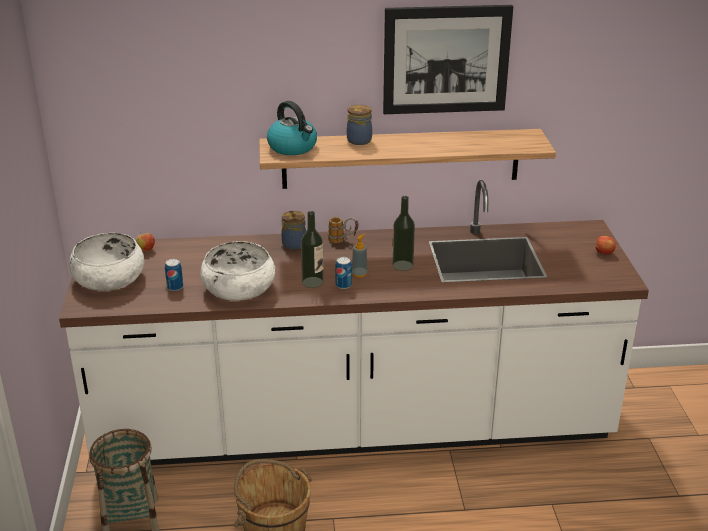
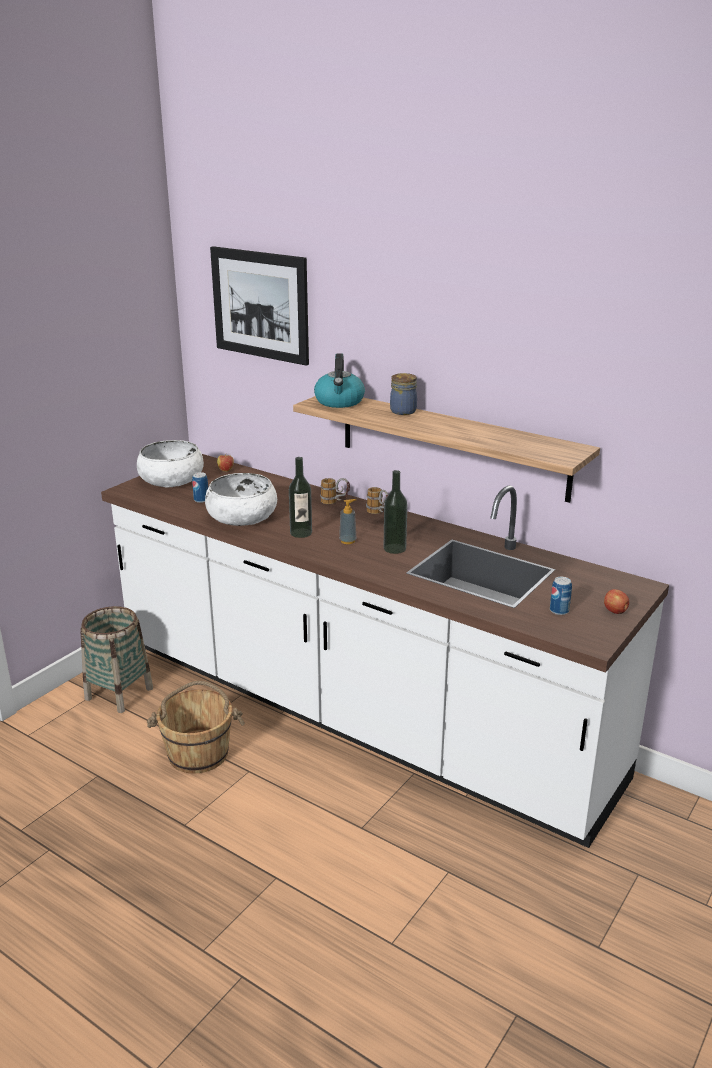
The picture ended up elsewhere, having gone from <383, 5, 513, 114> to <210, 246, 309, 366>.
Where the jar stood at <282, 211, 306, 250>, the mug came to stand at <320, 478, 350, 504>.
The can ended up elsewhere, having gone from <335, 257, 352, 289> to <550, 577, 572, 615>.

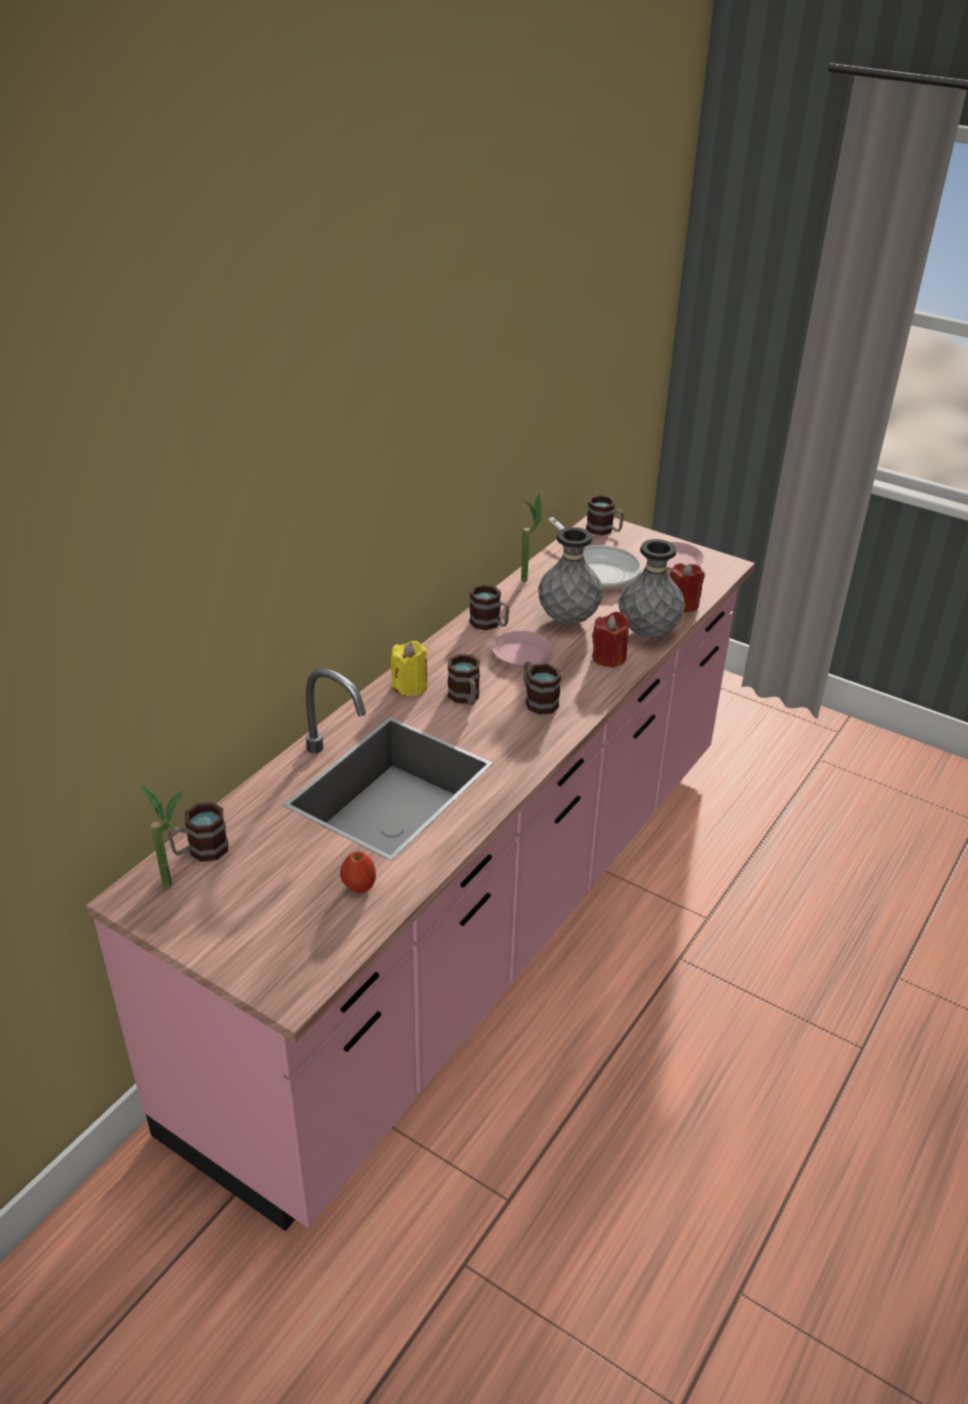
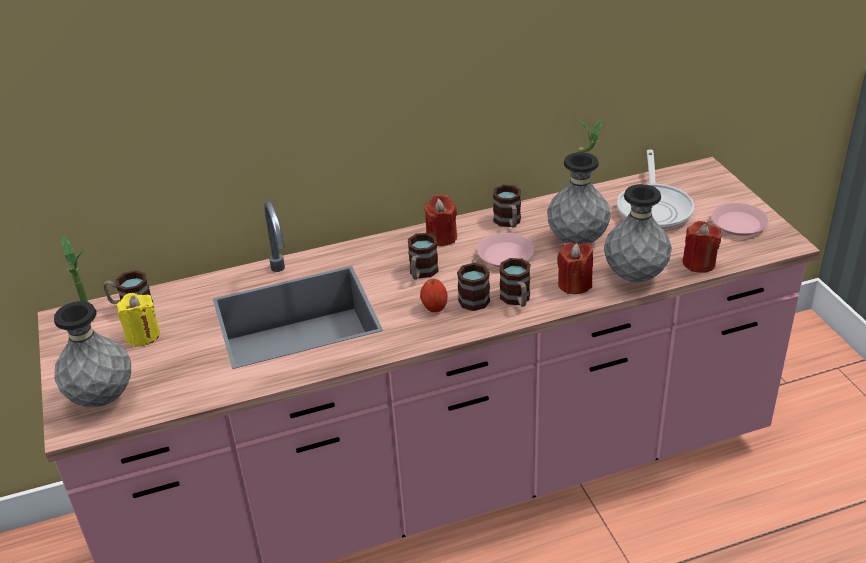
The second view gained the grey vase at <54, 301, 131, 407>.
The yellow candle ended up elsewhere, having gone from <391, 641, 428, 696> to <117, 293, 160, 347>.
The apple ended up elsewhere, having gone from <340, 852, 376, 893> to <420, 279, 448, 312>.
The second view gained the red candle at <424, 194, 457, 246>.
The mug ended up elsewhere, having gone from <586, 495, 624, 535> to <499, 258, 531, 307>.

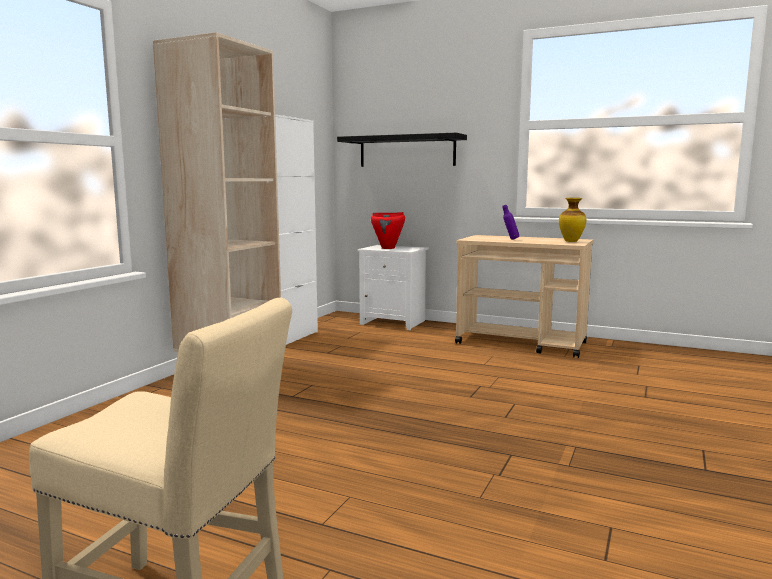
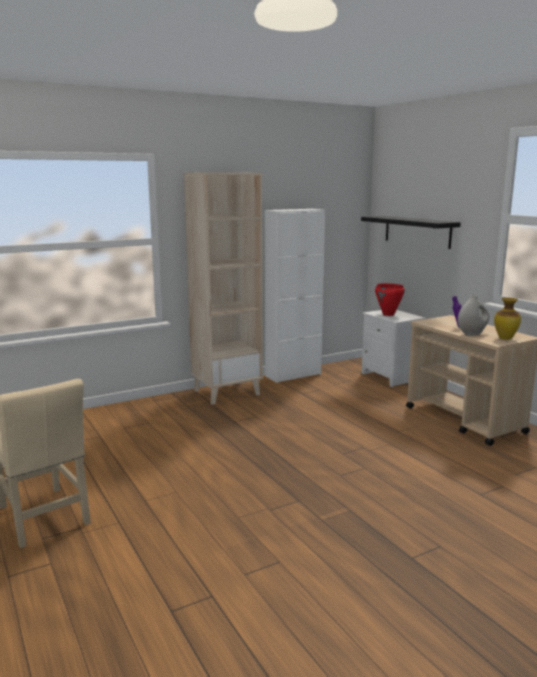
The second view gained the white vase at <458, 295, 489, 336>.

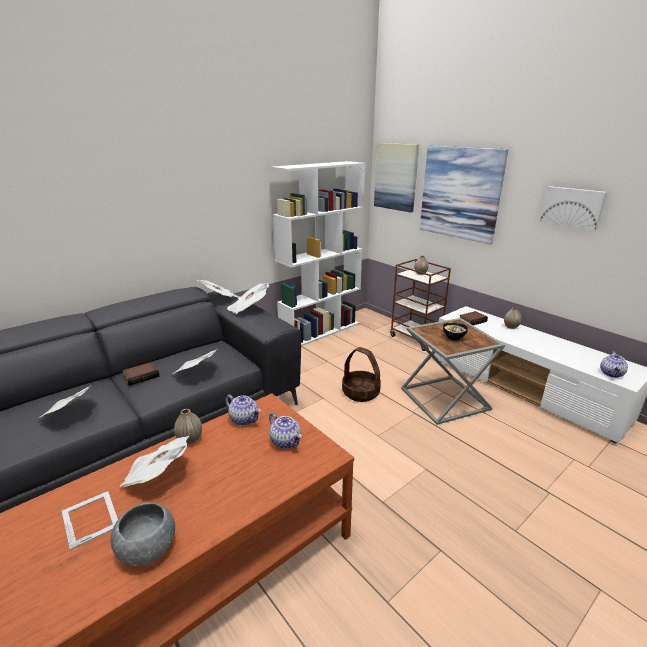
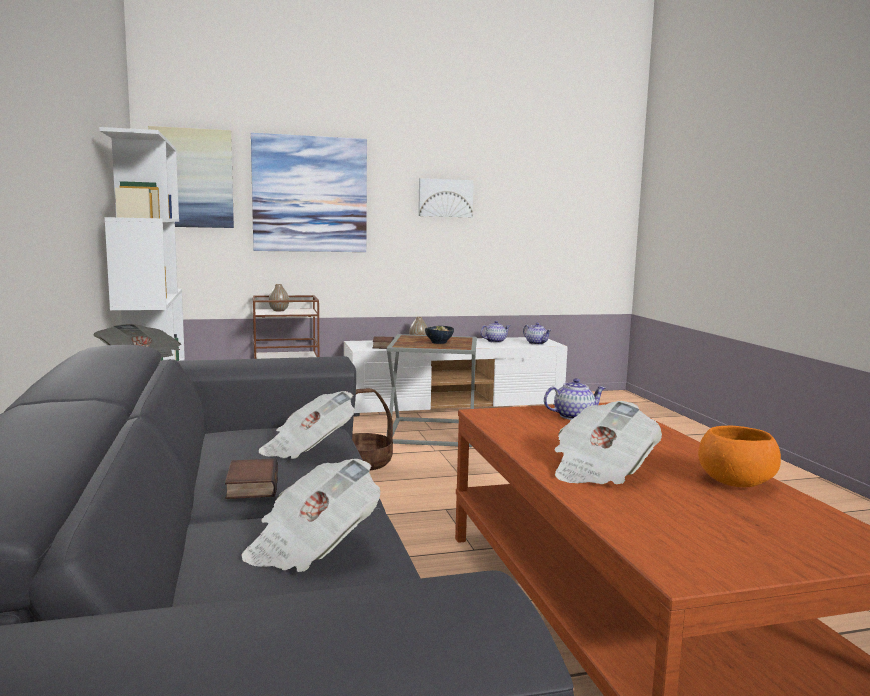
The teapot ended up elsewhere, having gone from <225, 395, 261, 426> to <480, 321, 510, 343>.
What was the grey bowl at <110, 502, 175, 566> turned into the orange bowl at <698, 426, 781, 487>.
The second view lost the picture frame at <62, 491, 118, 550>.
The second view lost the vase at <174, 409, 202, 444>.
The second view lost the newspaper at <227, 283, 269, 314>.

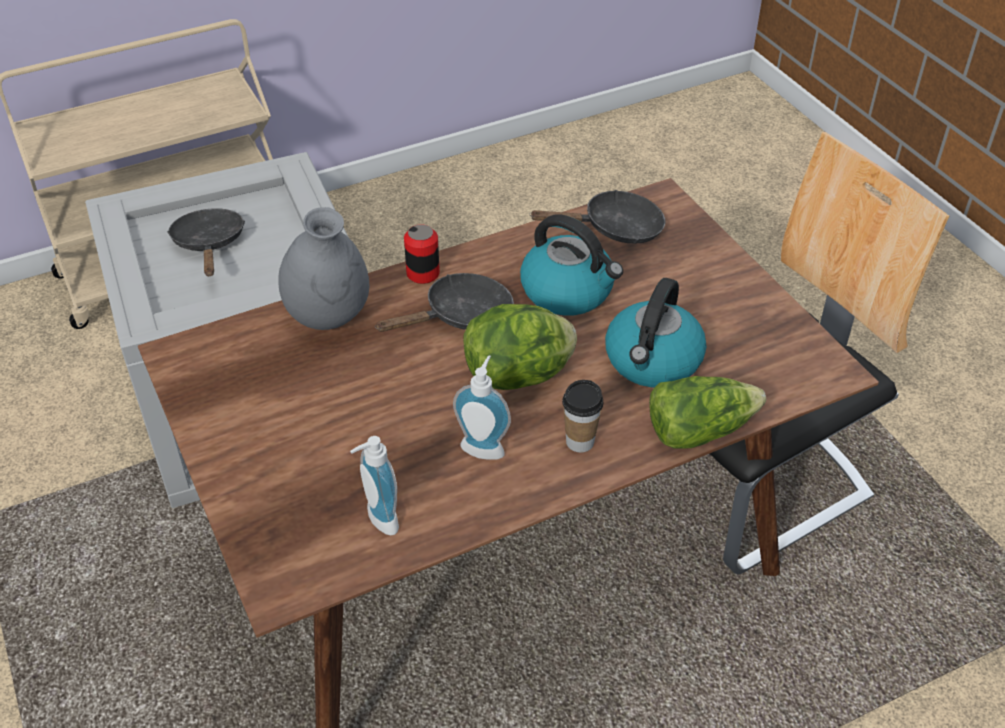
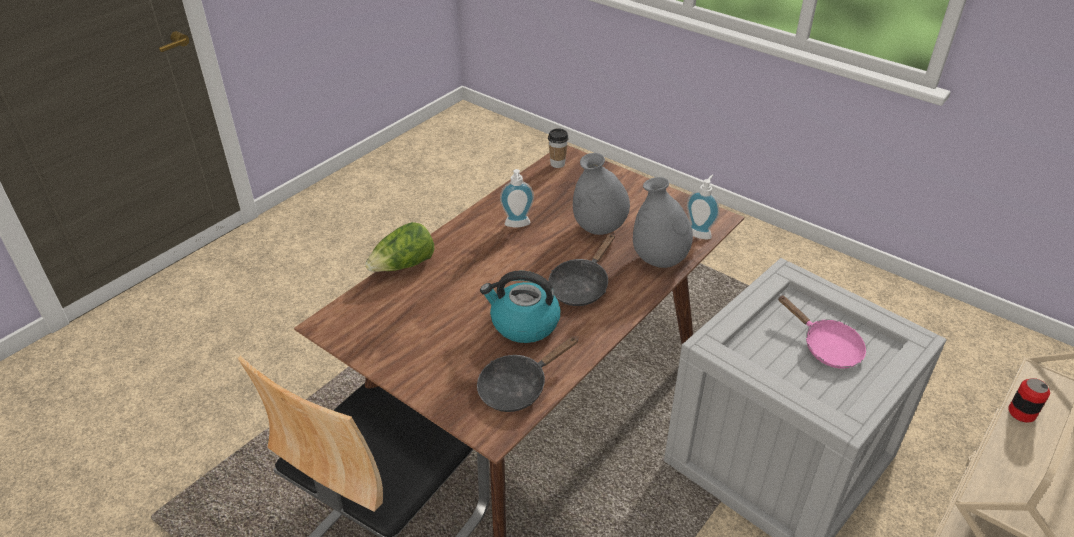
The cup ended up elsewhere, having gone from <562, 380, 603, 452> to <548, 128, 569, 168>.
The second view gained the grey vase at <573, 153, 630, 235>.
The soap dispenser ended up elsewhere, having gone from <350, 436, 399, 535> to <687, 175, 720, 240>.
What was the black frying pan at <167, 208, 245, 276> turned into the pink frying pan at <778, 295, 866, 369>.
The can ended up elsewhere, having gone from <404, 224, 440, 284> to <1008, 378, 1050, 422>.
The second view lost the lettuce at <463, 304, 577, 390>.
The second view lost the kettle at <605, 278, 706, 387>.

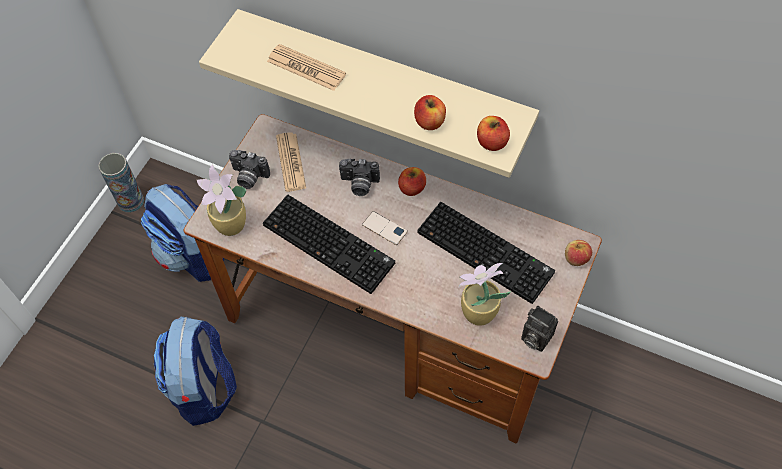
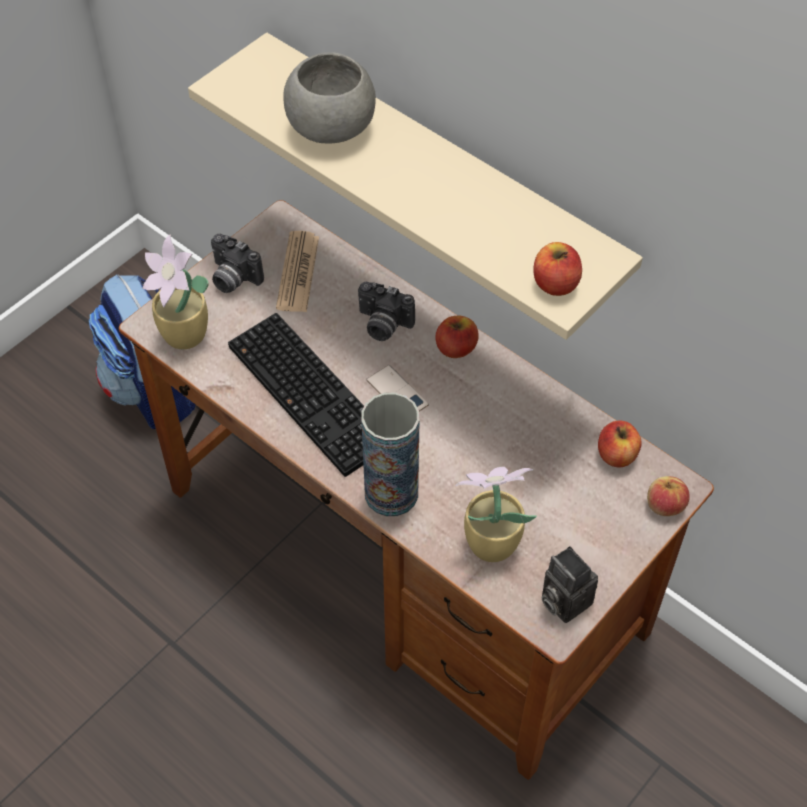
Where the newspaper stood at <267, 44, 346, 91>, the grey bowl came to stand at <283, 52, 376, 144>.
The vase ended up elsewhere, having gone from <98, 153, 144, 213> to <361, 392, 420, 517>.
The apple ended up elsewhere, having gone from <414, 95, 446, 130> to <598, 420, 642, 467>.
The second view lost the backpack at <154, 317, 237, 426>.
The second view lost the keyboard at <417, 202, 555, 304>.

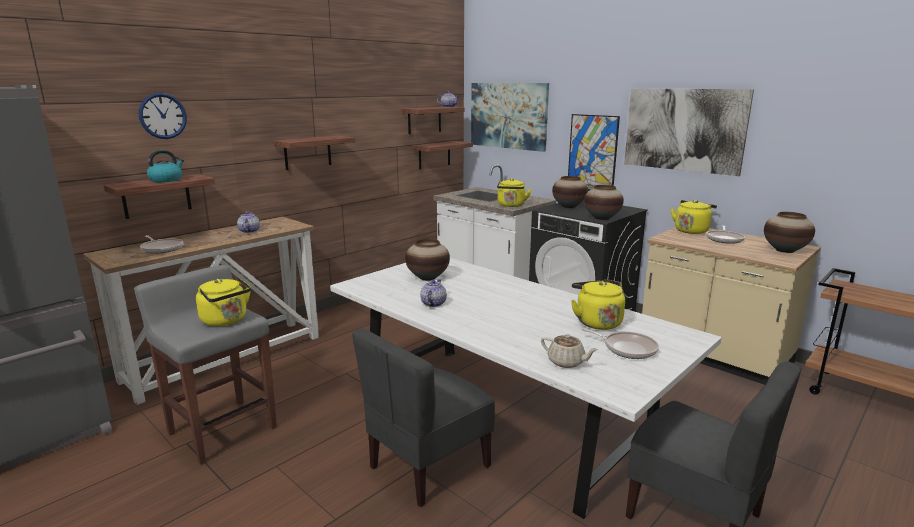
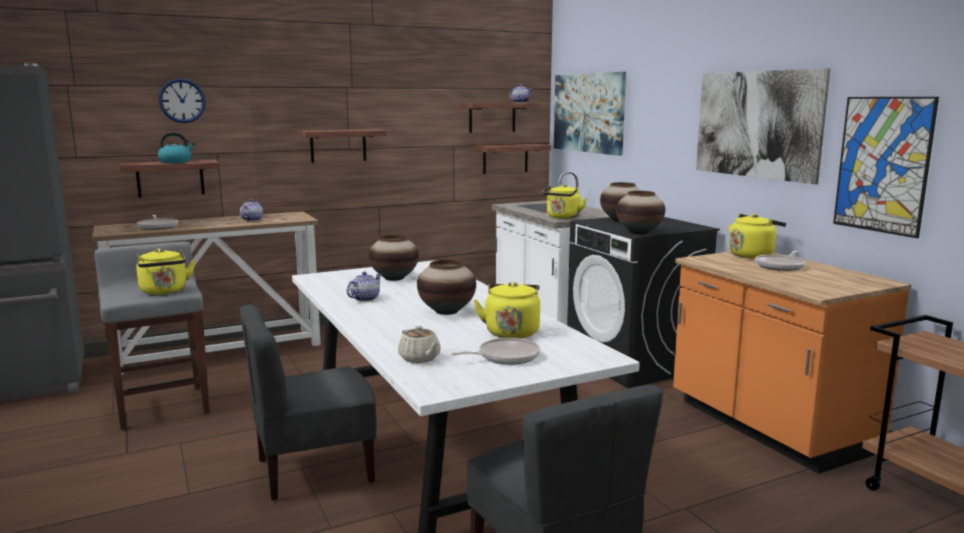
The vase ended up elsewhere, having gone from <764, 212, 815, 253> to <417, 260, 476, 315>.
The frying pan at <582, 328, 659, 359> ended up facing another way, 75 degrees counterclockwise from before.
What was the beige counter at <642, 227, 821, 385> turned into the orange counter at <673, 252, 911, 474>.
The picture ended up elsewhere, having gone from <568, 114, 620, 191> to <833, 97, 939, 238>.

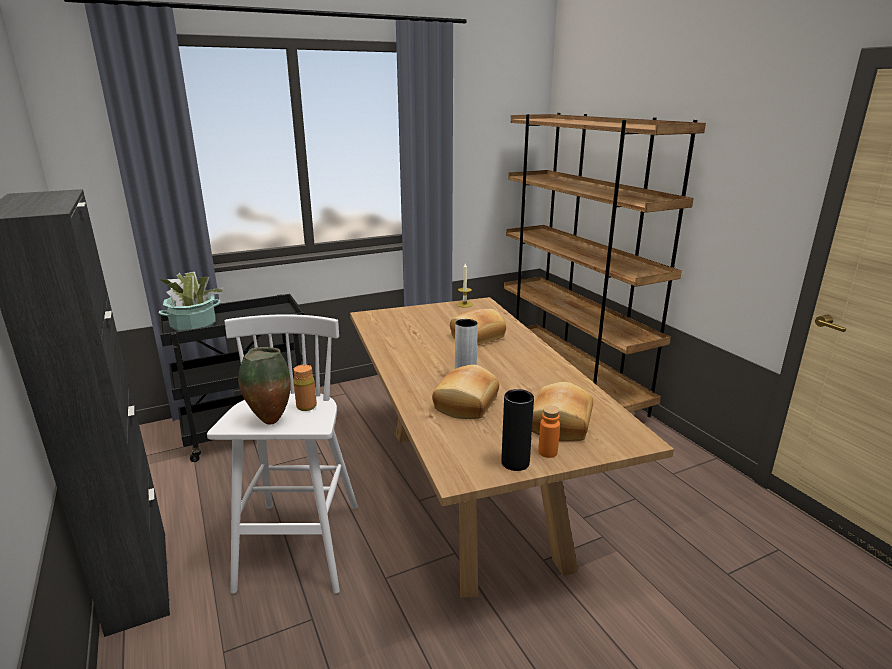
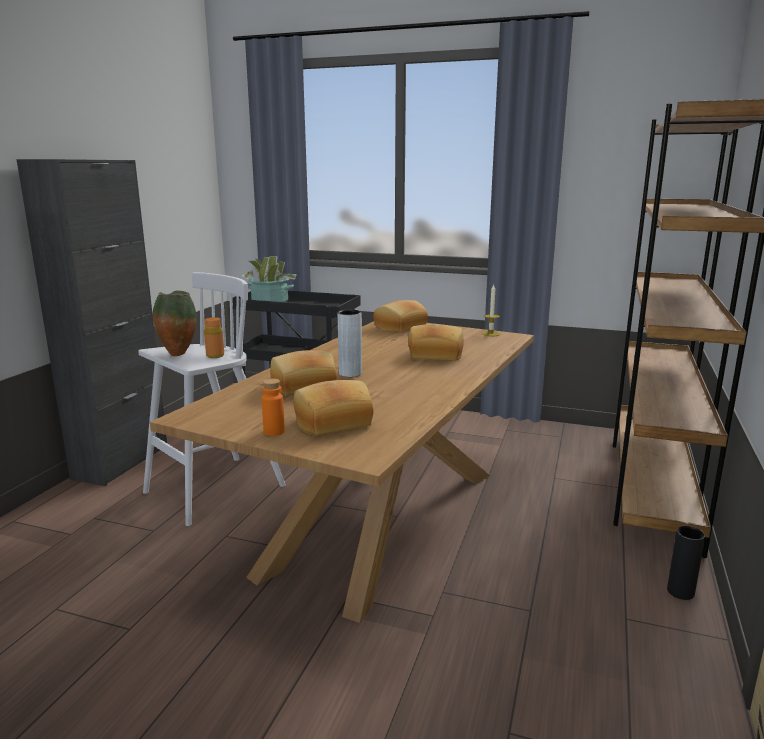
The second view gained the bread at <373, 300, 428, 332>.
The black vase ended up elsewhere, having gone from <501, 389, 534, 471> to <667, 526, 705, 600>.

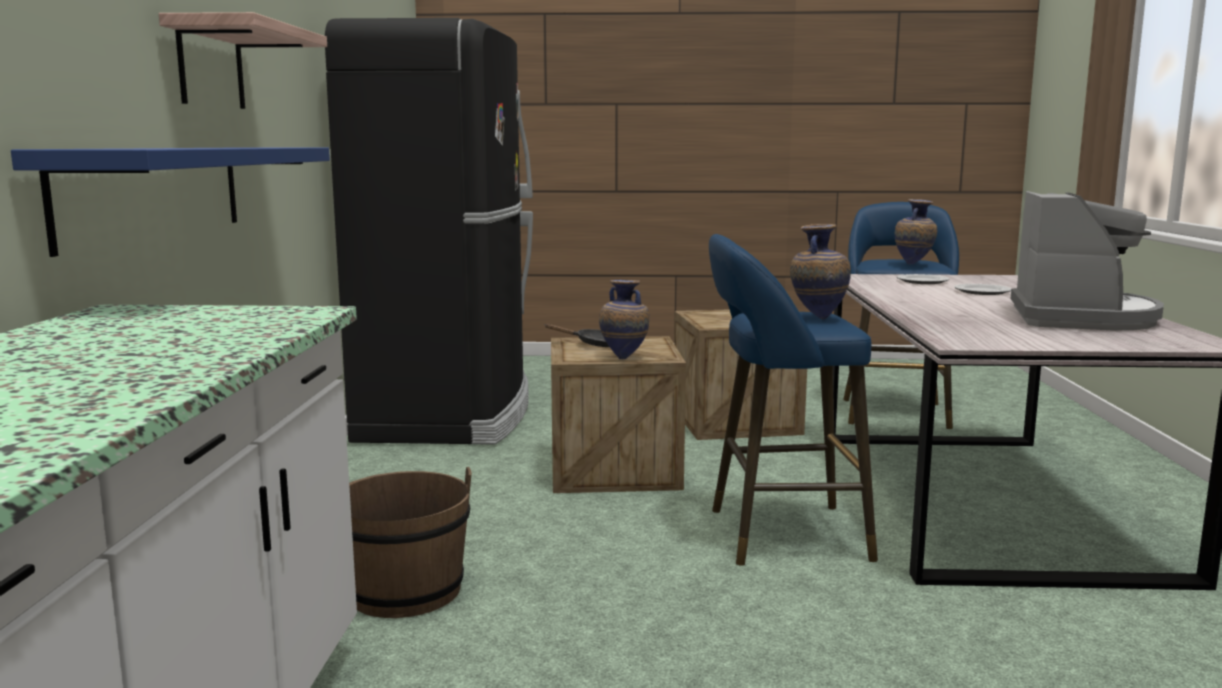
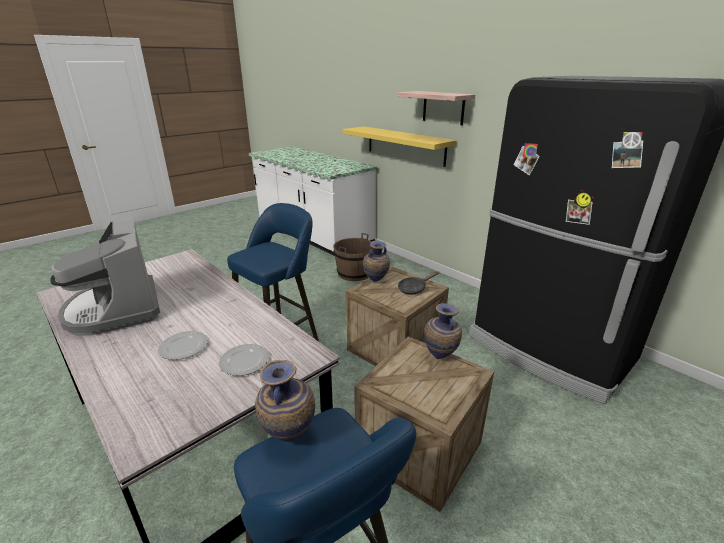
What was the blue shelf at <11, 147, 330, 257> turned into the yellow shelf at <342, 126, 457, 167>.
The vase ended up elsewhere, having gone from <790, 224, 851, 320> to <424, 303, 462, 359>.

